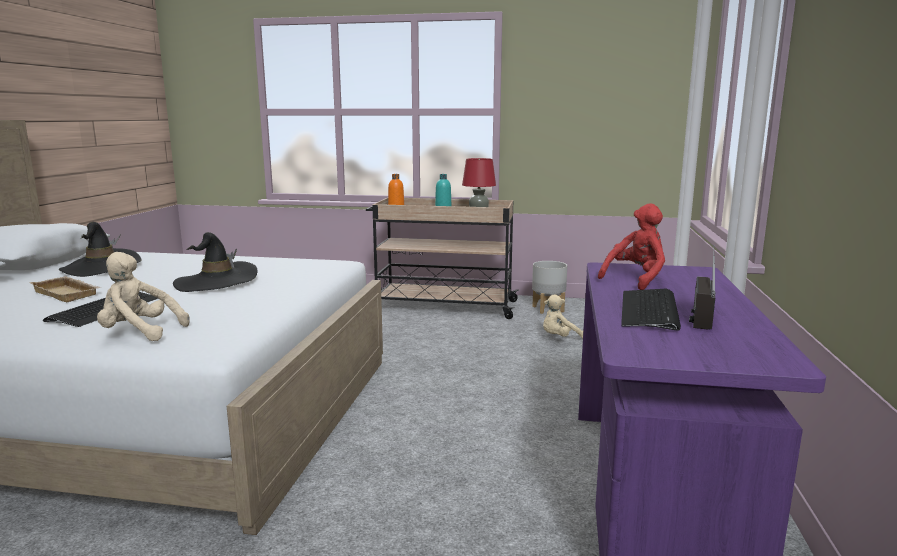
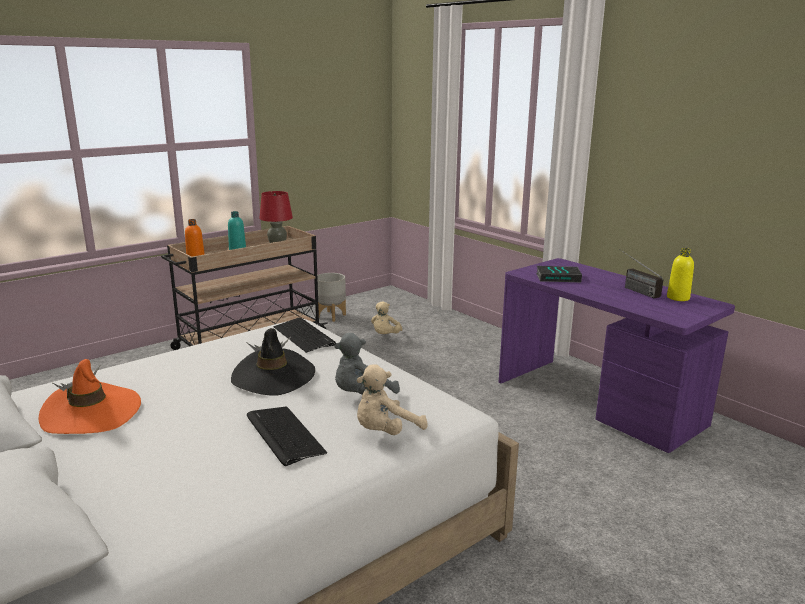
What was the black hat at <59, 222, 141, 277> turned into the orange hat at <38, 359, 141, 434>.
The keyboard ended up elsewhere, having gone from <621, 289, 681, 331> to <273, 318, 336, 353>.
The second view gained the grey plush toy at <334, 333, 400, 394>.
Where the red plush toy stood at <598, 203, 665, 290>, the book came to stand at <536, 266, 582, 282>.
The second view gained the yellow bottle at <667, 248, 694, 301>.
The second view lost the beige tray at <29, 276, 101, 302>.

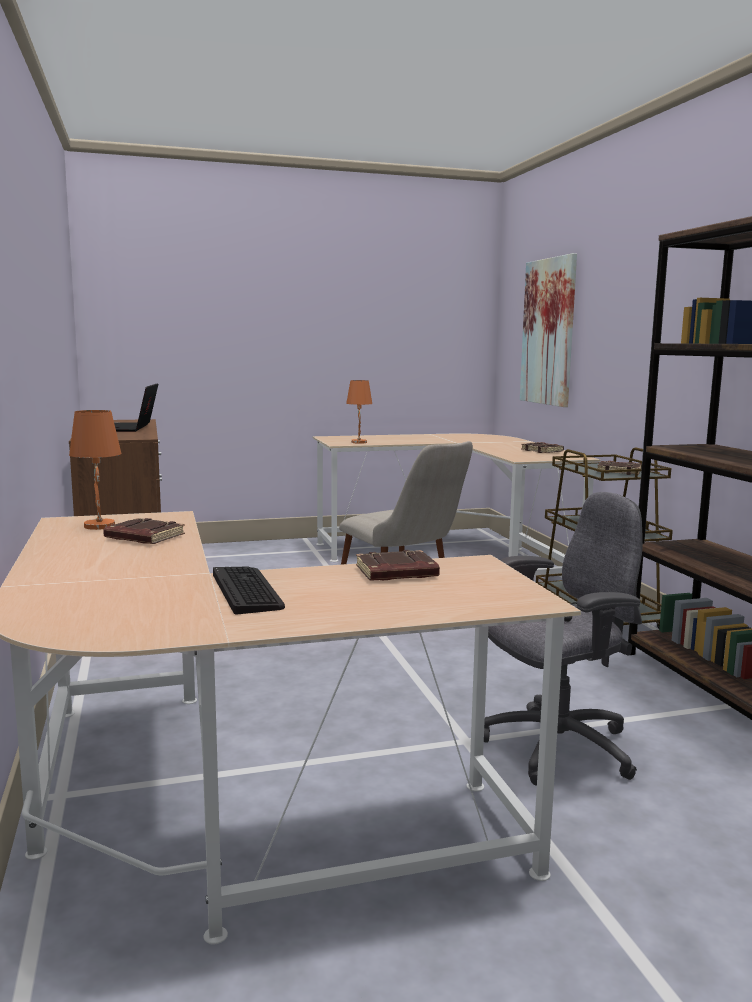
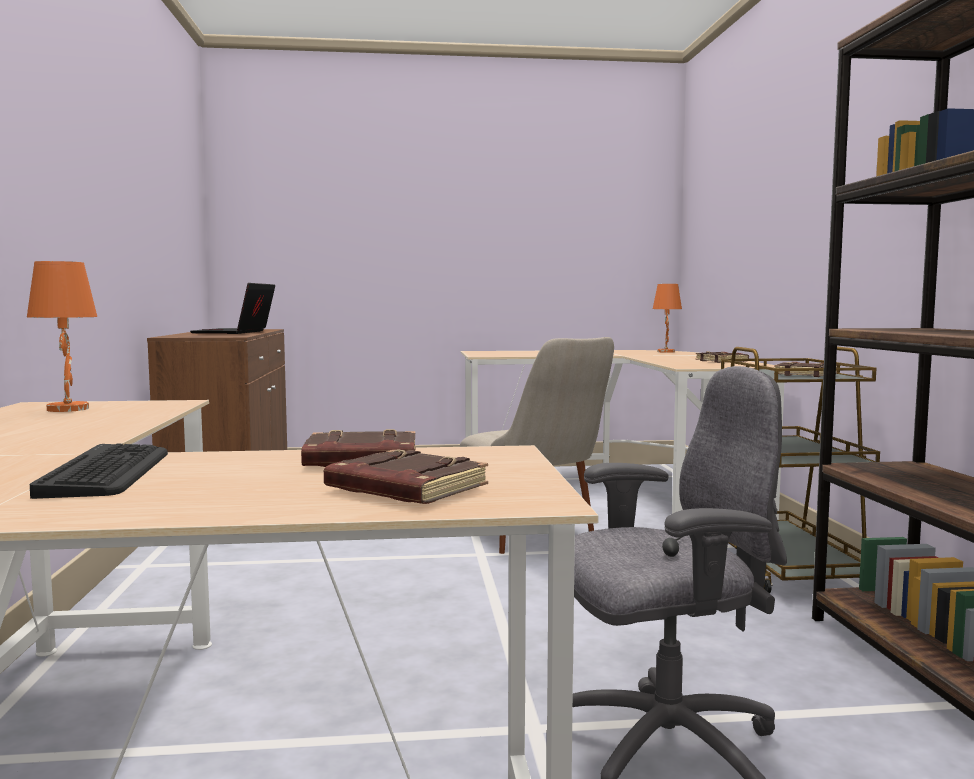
The brown book ended up elsewhere, having gone from <103, 518, 185, 544> to <324, 450, 488, 504>.
The orange table lamp ended up elsewhere, having gone from <346, 380, 372, 444> to <653, 284, 682, 353>.
The second view lost the picture at <520, 253, 577, 407>.

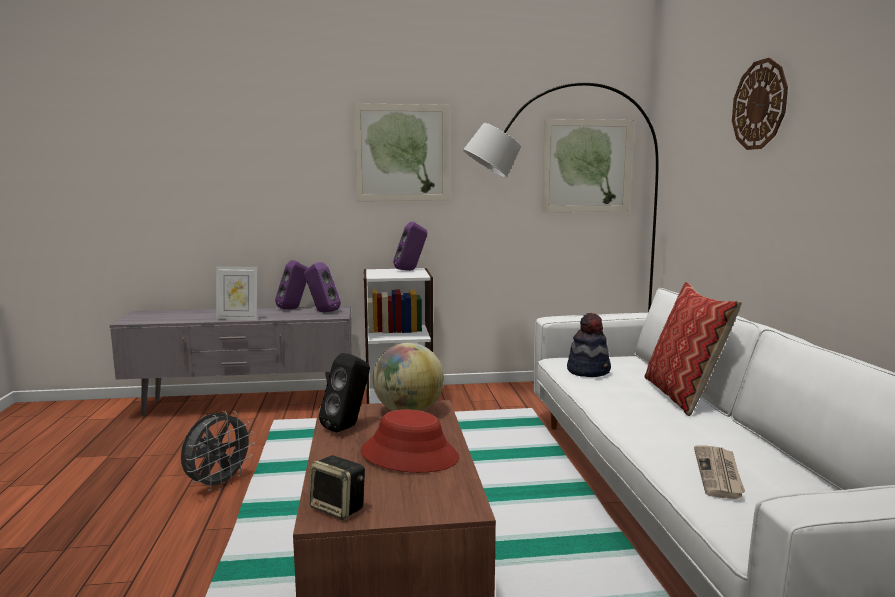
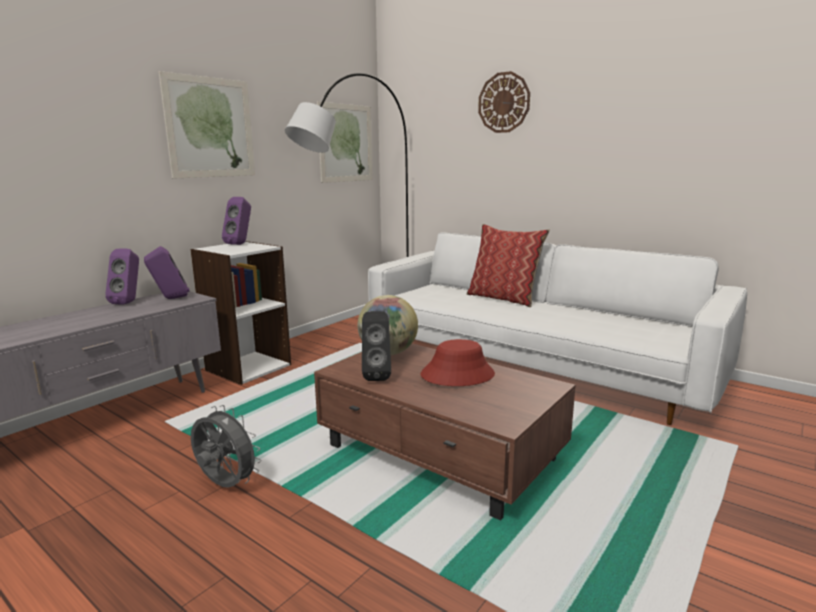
The grey fan at <181, 411, 255, 491> ended up facing another way, 45 degrees counterclockwise from before.
The second view lost the picture frame at <216, 266, 257, 320>.
The second view lost the speaker at <309, 455, 365, 520>.
The second view lost the hat at <567, 313, 611, 377>.
The second view lost the newspaper at <694, 445, 745, 499>.

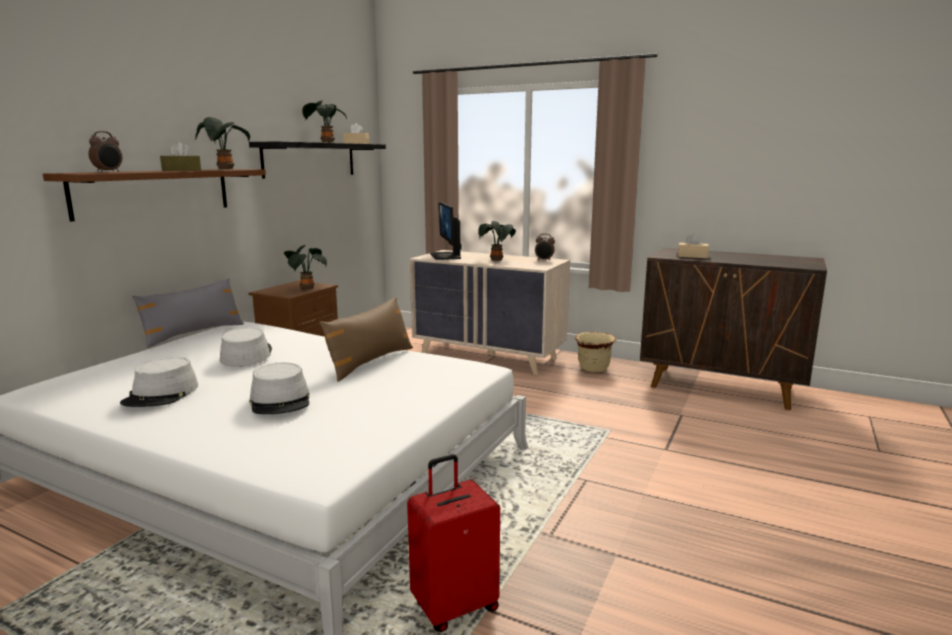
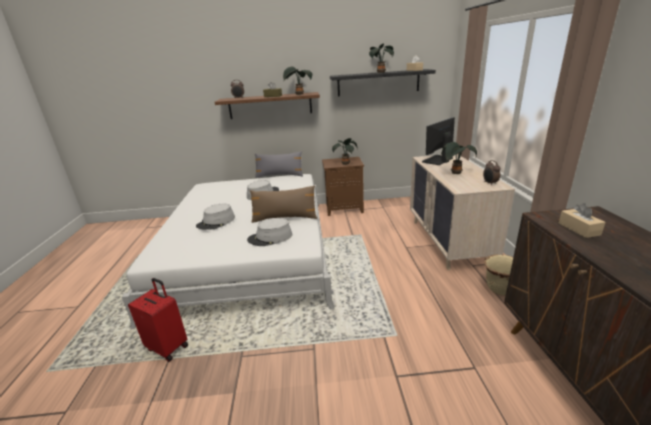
The grey hat ended up elsewhere, having gone from <120, 357, 198, 407> to <247, 218, 292, 246>.

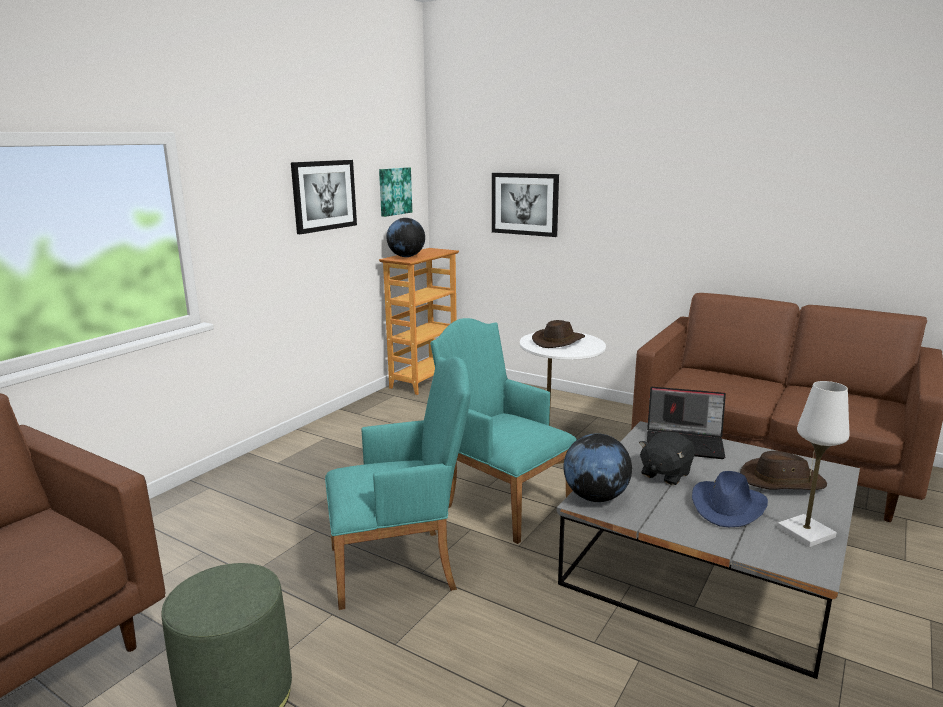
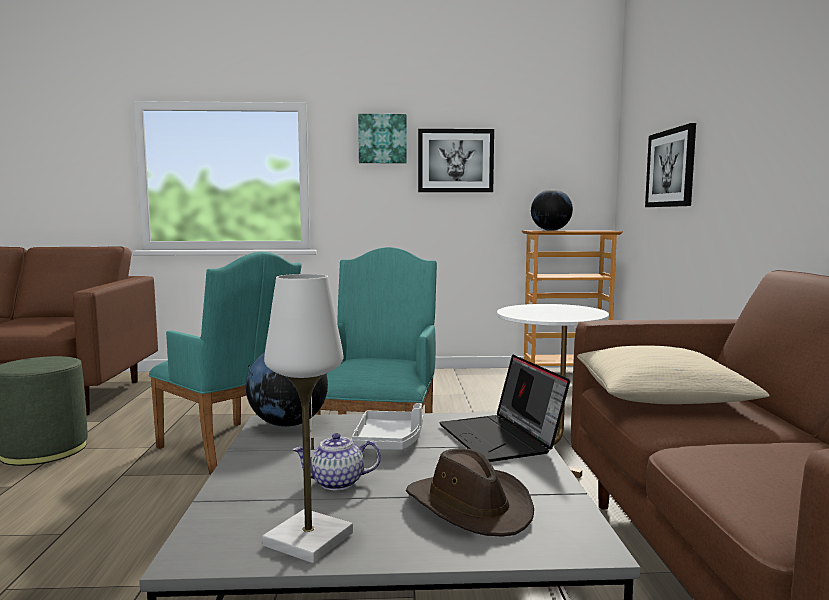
Where the blue hat stood at <692, 471, 768, 527>, the teapot came to stand at <293, 433, 381, 490>.
Where the black plush toy stood at <639, 432, 694, 485>, the grey tray came to stand at <351, 403, 423, 450>.
The picture ended up elsewhere, having gone from <379, 167, 412, 217> to <358, 114, 407, 164>.
The second view gained the beige pillow at <577, 345, 770, 404>.
The second view lost the brown hat at <532, 320, 585, 348>.

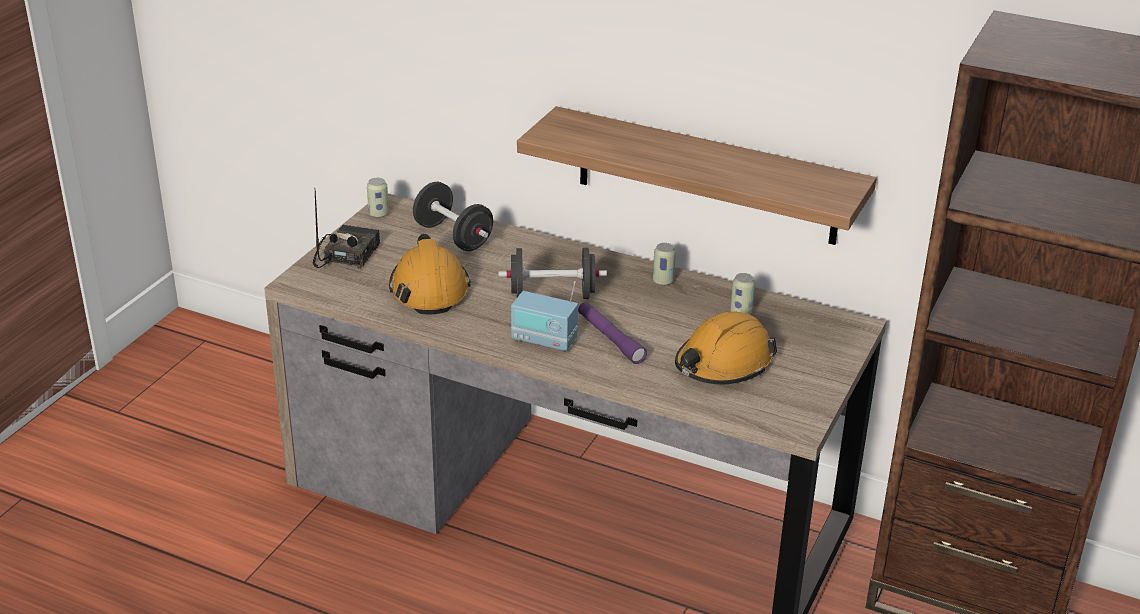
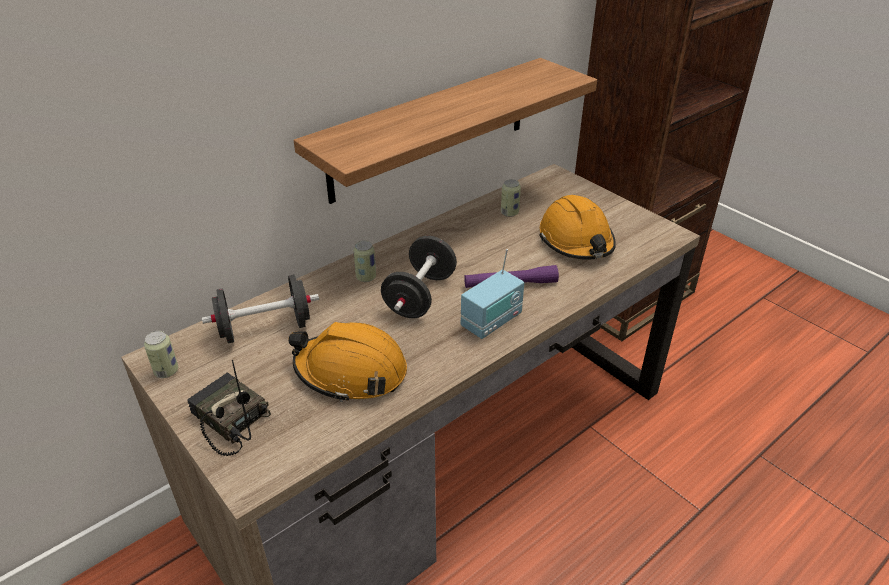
The can ended up elsewhere, having gone from <653, 243, 676, 285> to <353, 240, 376, 282>.

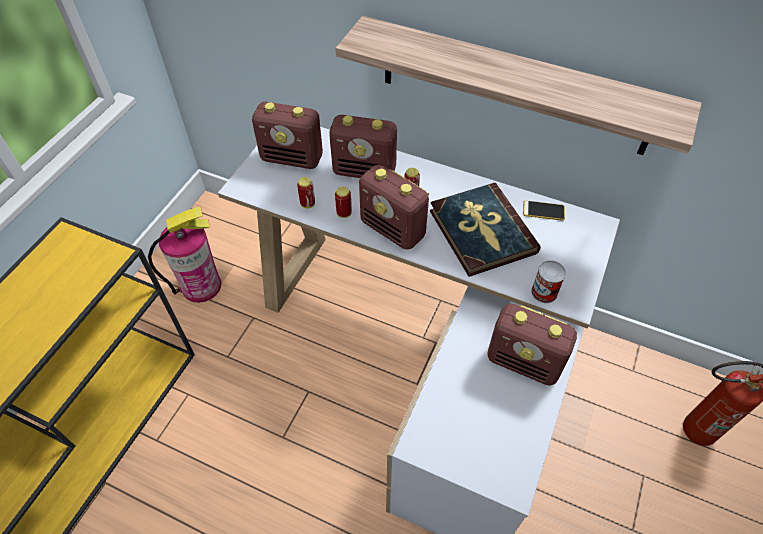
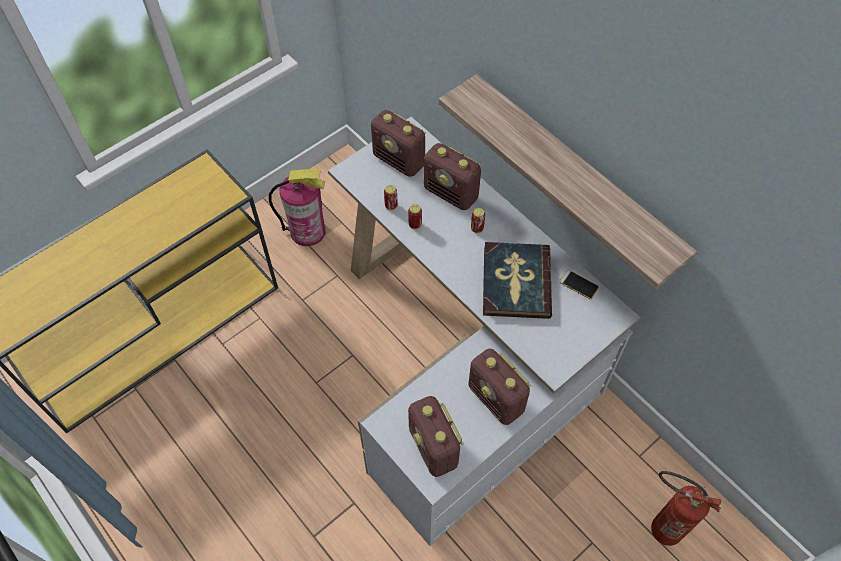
The radio ended up elsewhere, having gone from <359, 165, 429, 250> to <408, 396, 464, 477>.
The second view lost the can at <531, 260, 566, 303>.

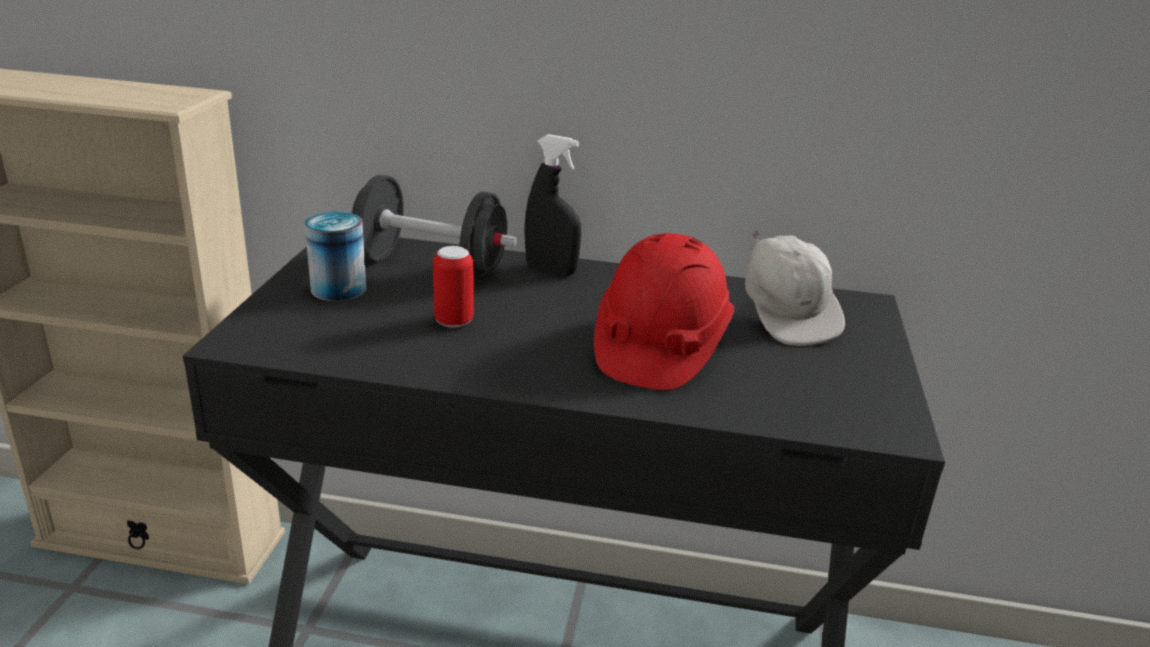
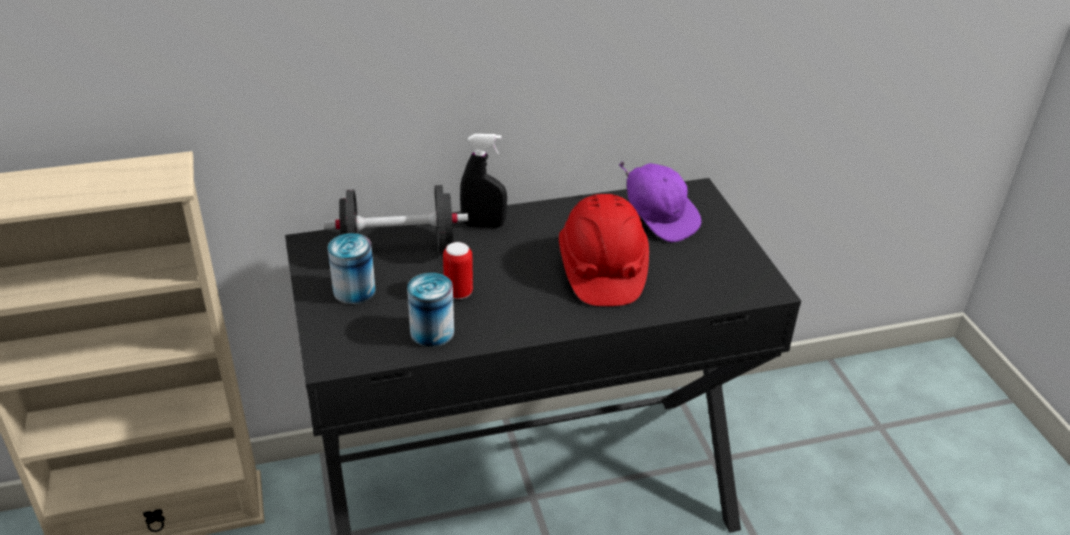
The second view gained the can at <407, 273, 454, 347>.
What was the white cap at <745, 230, 845, 346> turned into the purple cap at <619, 161, 701, 242>.

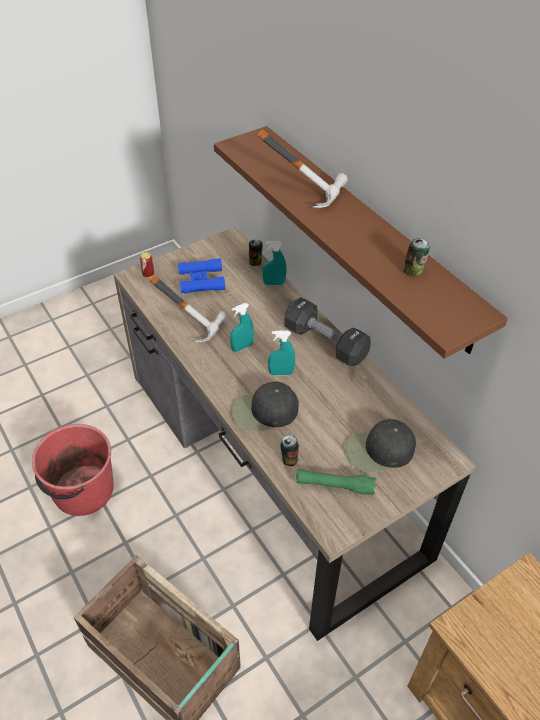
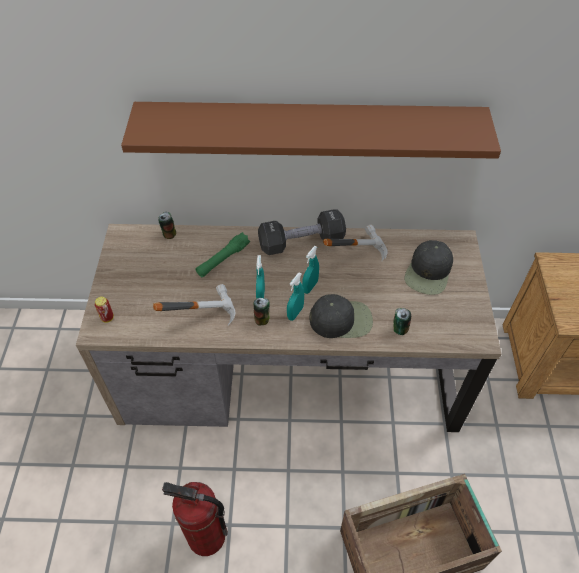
Where the red bucket stood at <32, 424, 114, 516>, the fire extinguisher came to stand at <162, 482, 228, 556>.
The green flashlight ended up elsewhere, having gone from <296, 469, 376, 495> to <196, 232, 250, 277>.
The can ended up elsewhere, having gone from <403, 238, 430, 277> to <253, 298, 270, 326>.
The turquoise spray bottle ended up elsewhere, having gone from <262, 241, 287, 285> to <287, 273, 304, 321>.
The black cap at <231, 381, 299, 431> ended up facing another way, 120 degrees counterclockwise from before.
The hammer ended up elsewhere, having gone from <258, 130, 348, 208> to <323, 225, 387, 261>.
The second view lost the blue binoculars at <178, 258, 225, 293>.

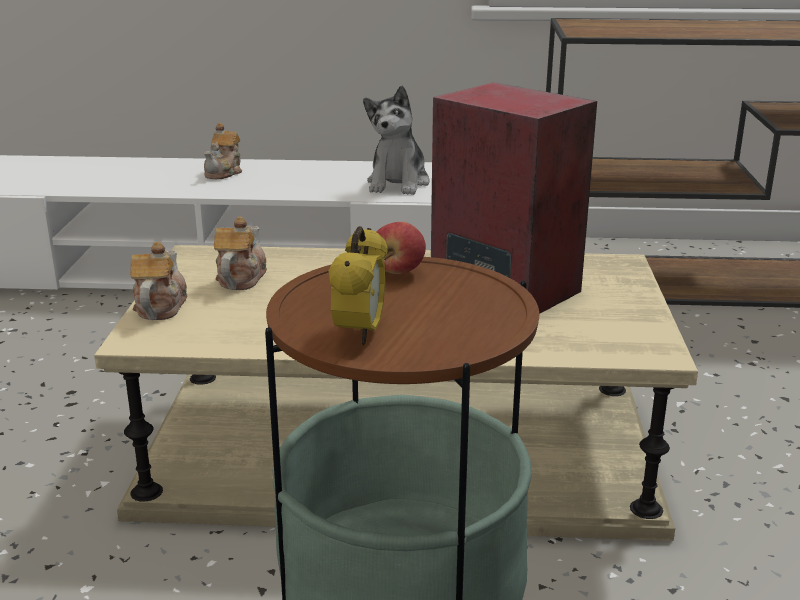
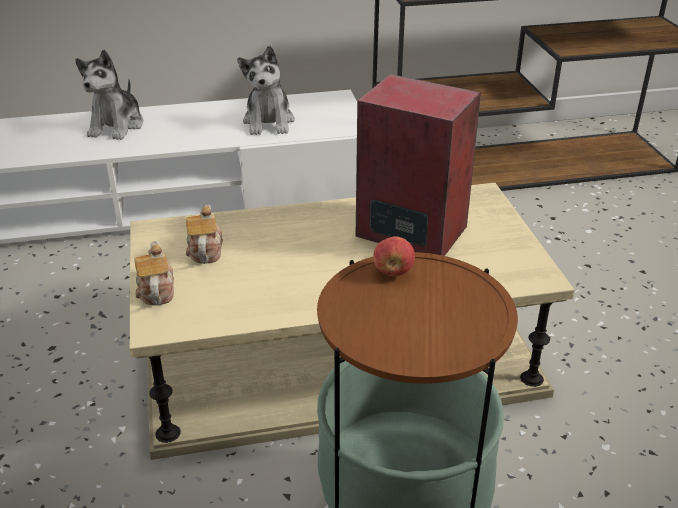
Where the teapot stood at <204, 123, 242, 179>, the plush toy came to stand at <75, 50, 143, 140>.
The second view lost the alarm clock at <328, 226, 388, 345>.

